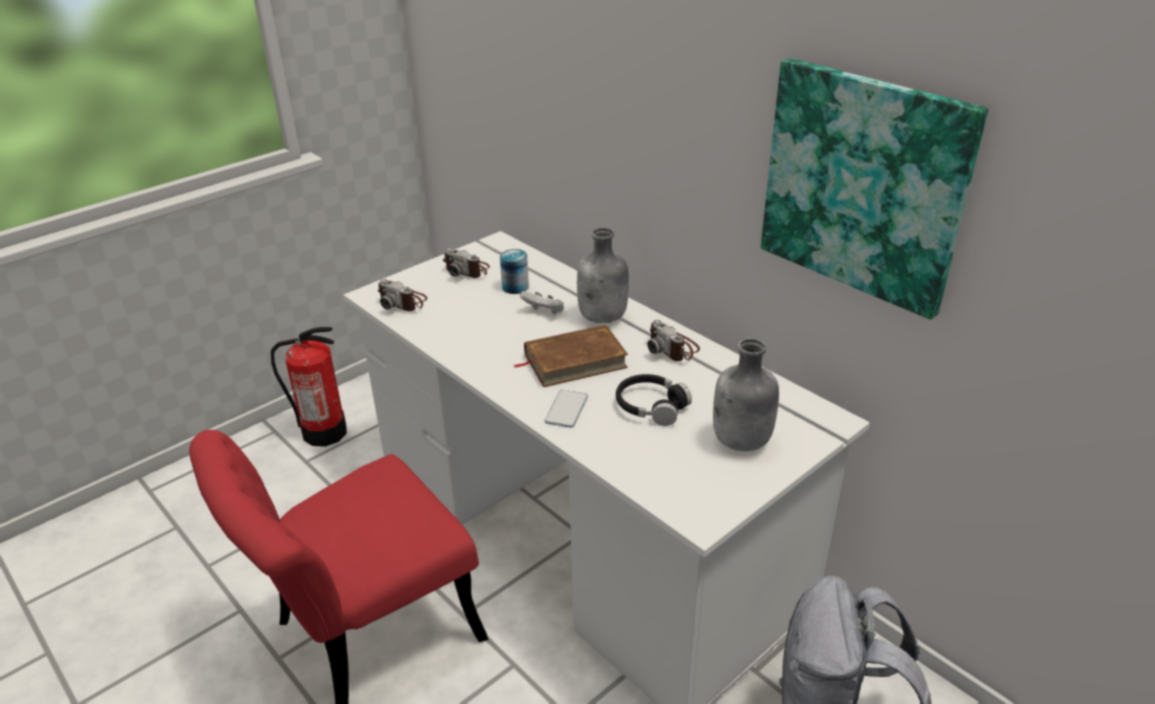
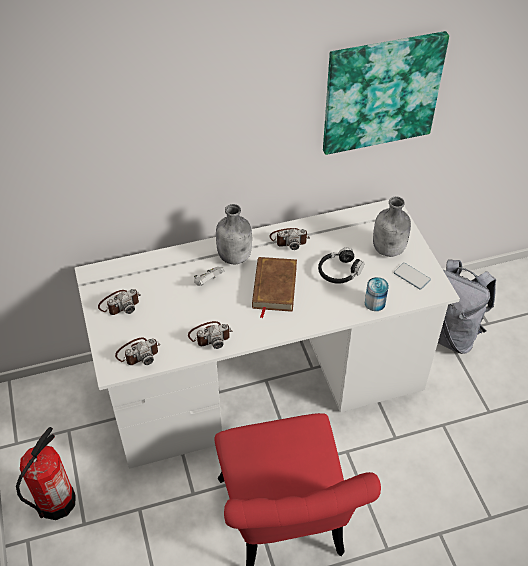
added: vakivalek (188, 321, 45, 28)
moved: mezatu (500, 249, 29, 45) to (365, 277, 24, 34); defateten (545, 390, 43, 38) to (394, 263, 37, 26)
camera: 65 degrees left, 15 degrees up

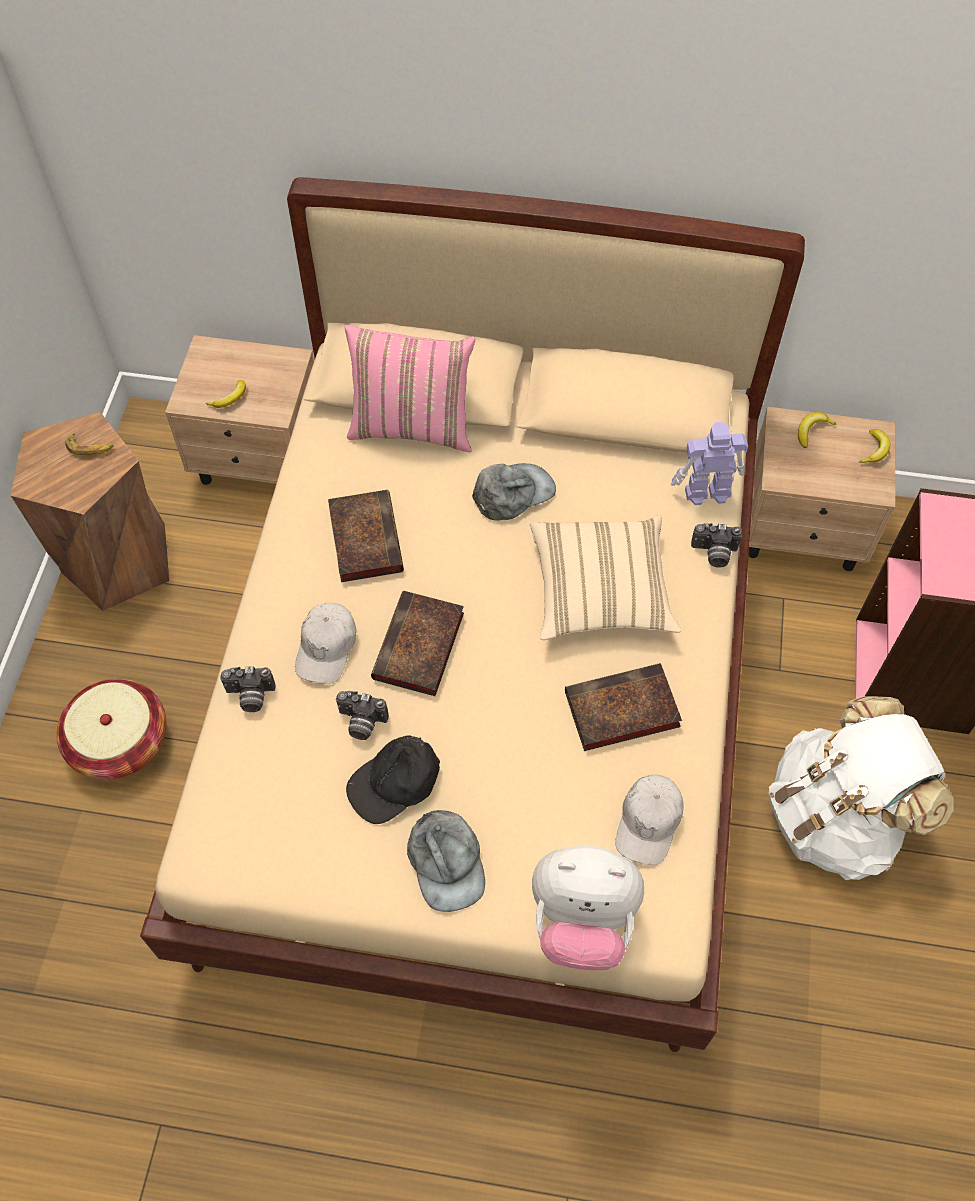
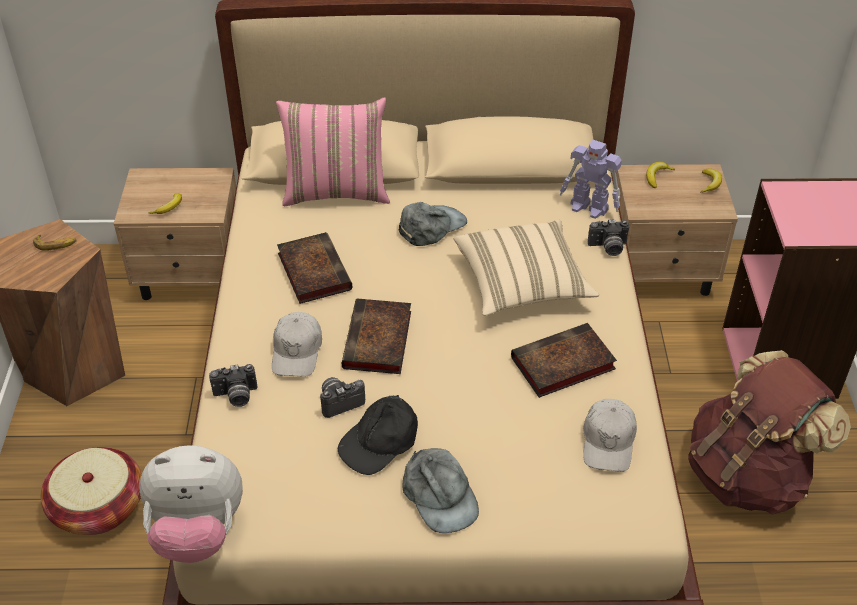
moved: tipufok (532, 845, 112, 125) to (140, 445, 103, 118)
recoloured: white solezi (768, 696, 186, 184) to brown solezi (688, 350, 163, 165)
turned: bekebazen (671, 422, 77, 83) = (560, 140, 62, 79) 135 degrees counterclockwise; vakivalek (336, 691, 53, 49) = (320, 377, 45, 41) 150 degrees clockwise
camera: 10 degrees left, 15 degrees down

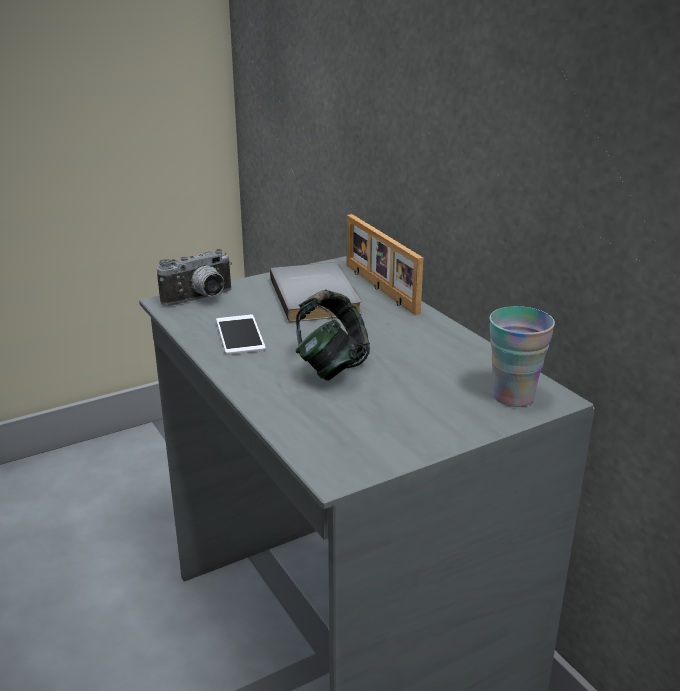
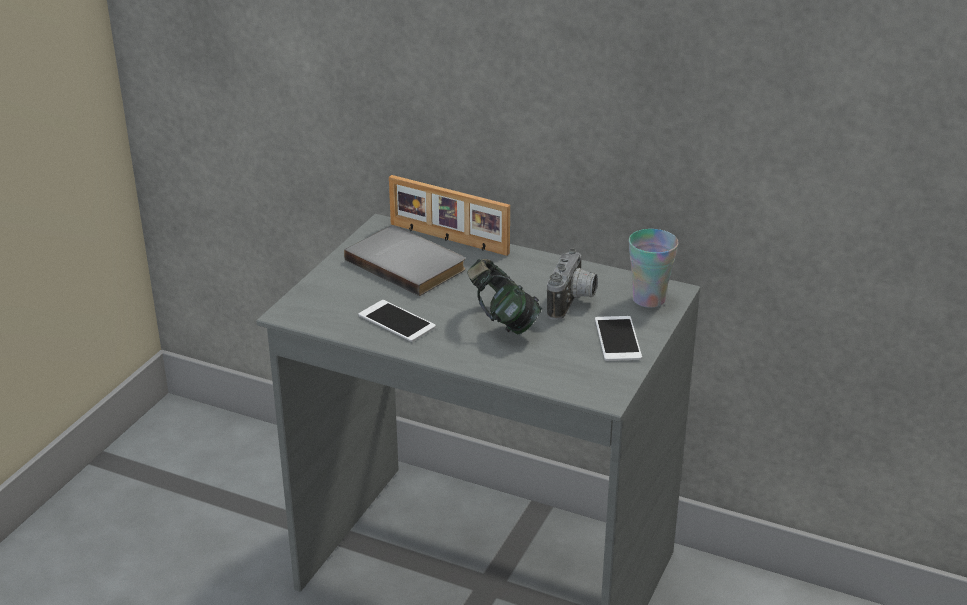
added: defateten (595, 316, 47, 45)
moved: vakivalek (157, 249, 75, 57) to (547, 249, 51, 71)
camera: 35 degrees left, 5 degrees up

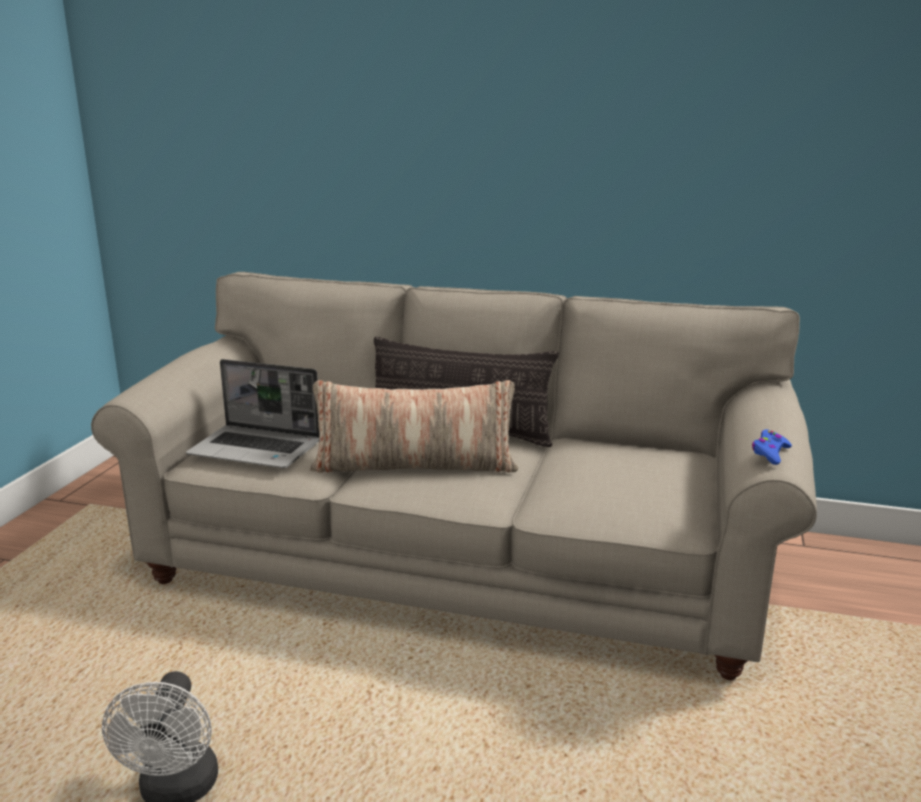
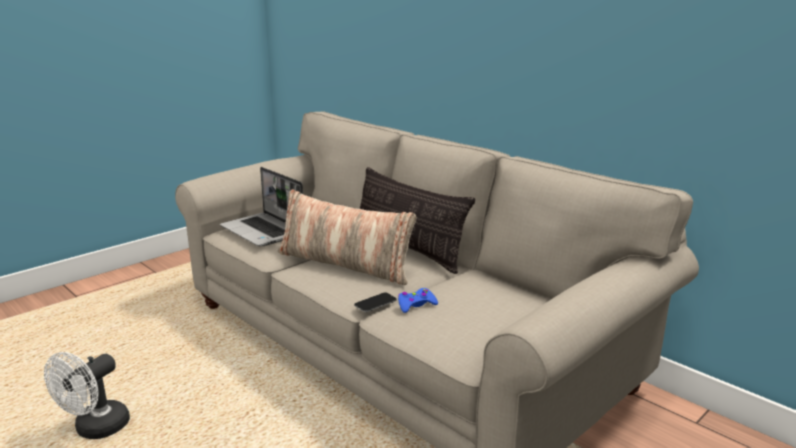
added: defateten (354, 293, 43, 19)
moved: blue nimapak (752, 429, 40, 36) to (398, 288, 40, 25)
camera: 30 degrees right, 0 degrees up

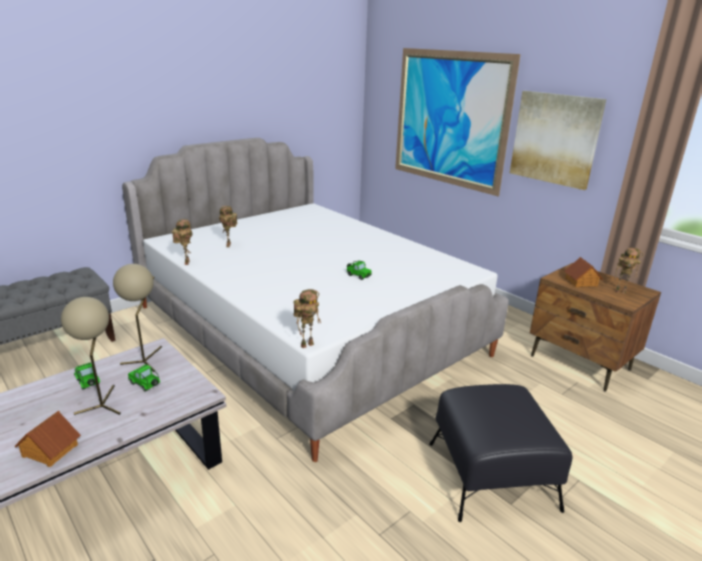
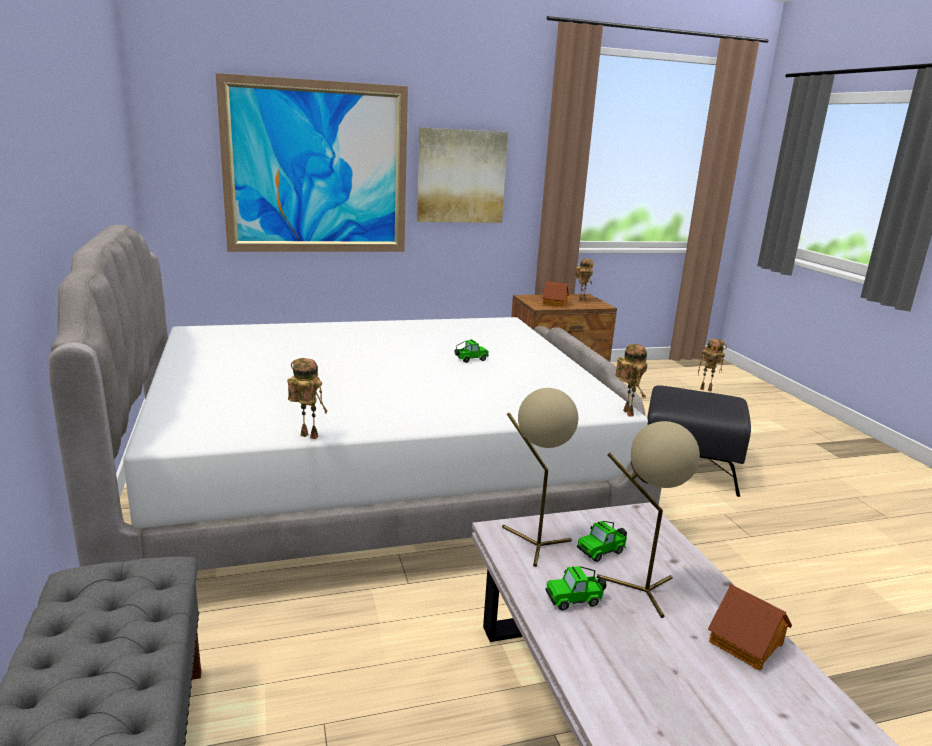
moved: bekebazen (219, 206, 18, 41) to (698, 339, 29, 53)
camera: 65 degrees left, 5 degrees down

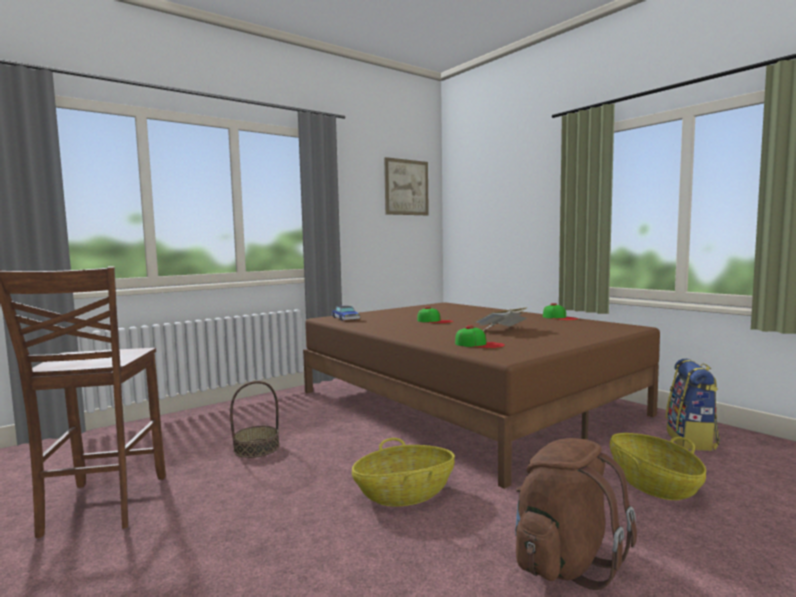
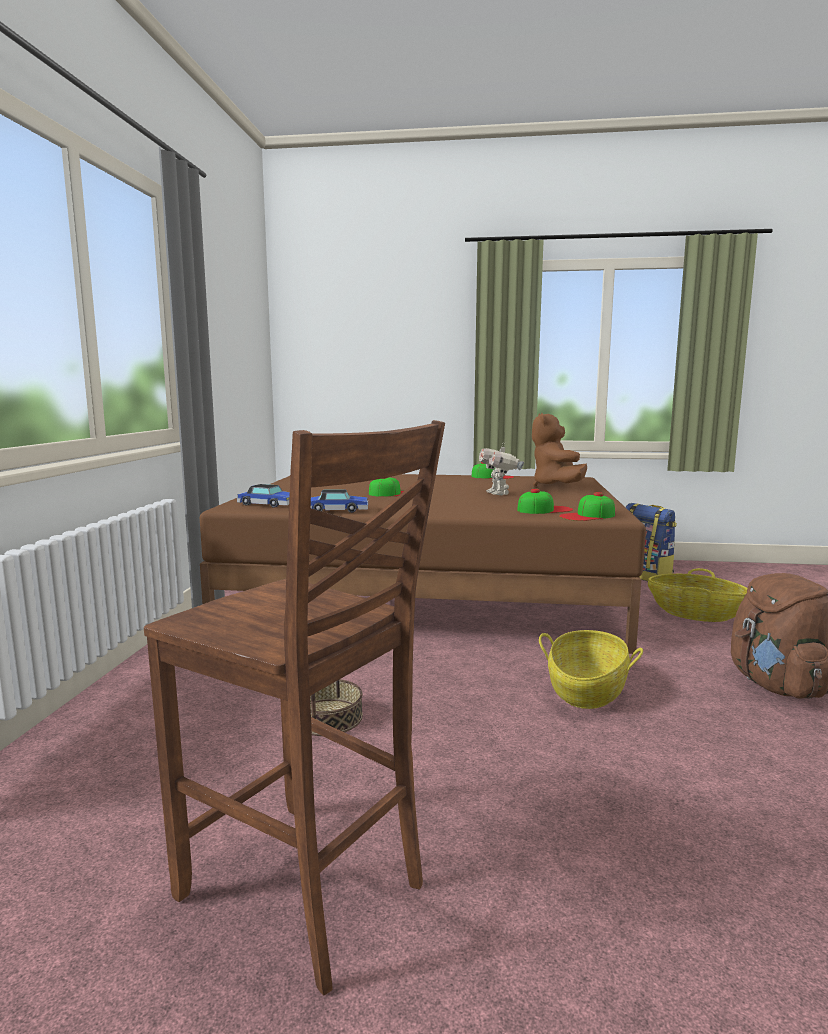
removed: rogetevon (384, 157, 45, 58)
added: brown tipufok (532, 413, 55, 74); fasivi (311, 489, 57, 24); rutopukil (559, 492, 56, 29)
replaced: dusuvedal (475, 308, 52, 22) to bekebazen (479, 442, 45, 53)
camera: 45 degrees left, 5 degrees up

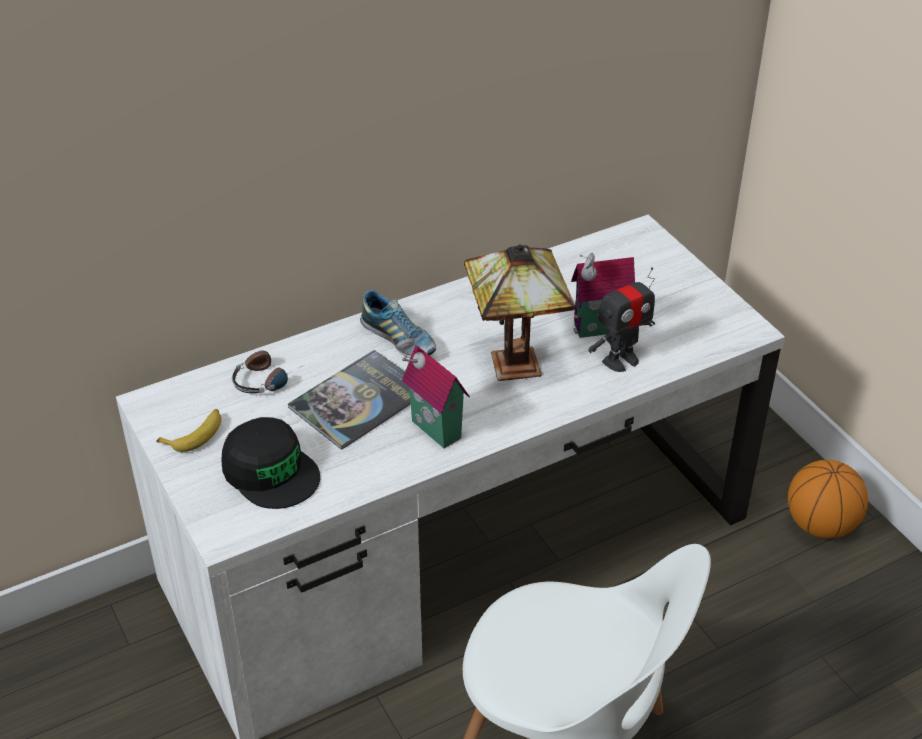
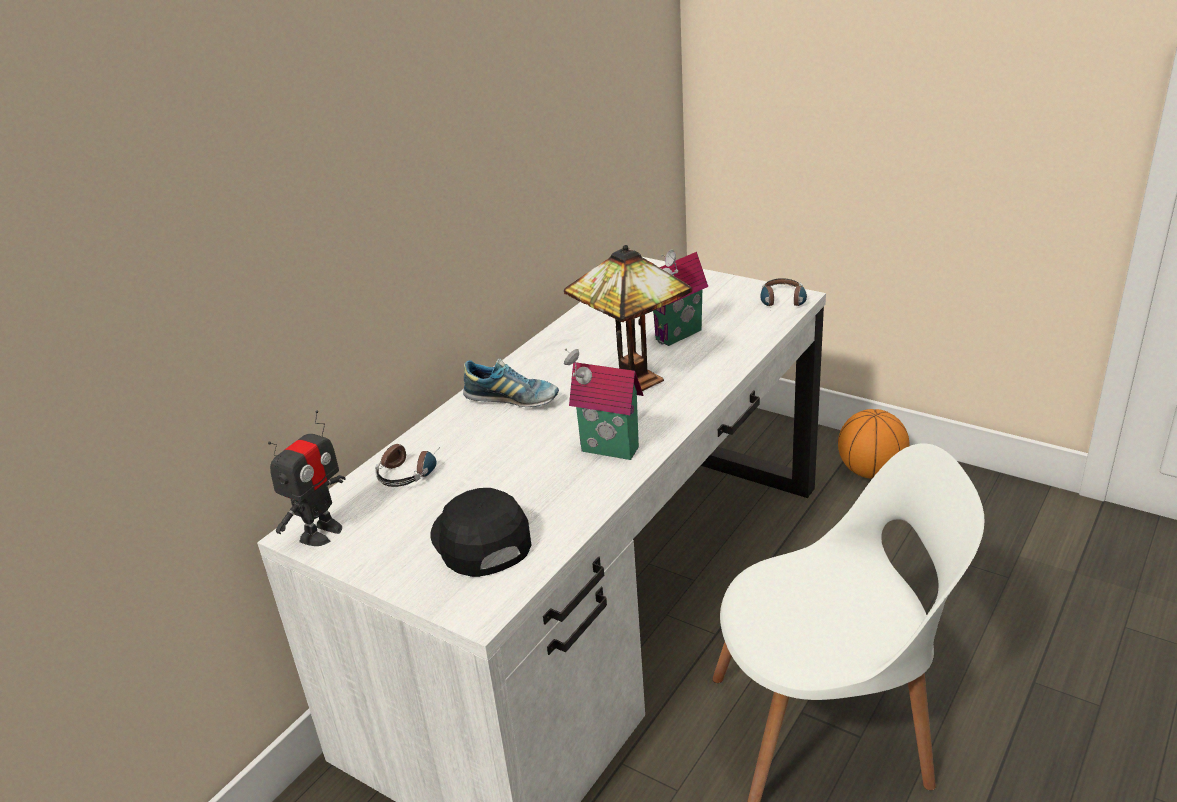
removed: dusuvedal (288, 350, 123, 100); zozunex (156, 409, 66, 43)
added: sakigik (760, 278, 47, 28)
moved: bekebazen (588, 267, 67, 105) to (268, 410, 78, 136)
turned: black rutopukil (221, 417, 99, 92) = (430, 488, 101, 89) 135 degrees counterclockwise
camera: 25 degrees left, 10 degrees down

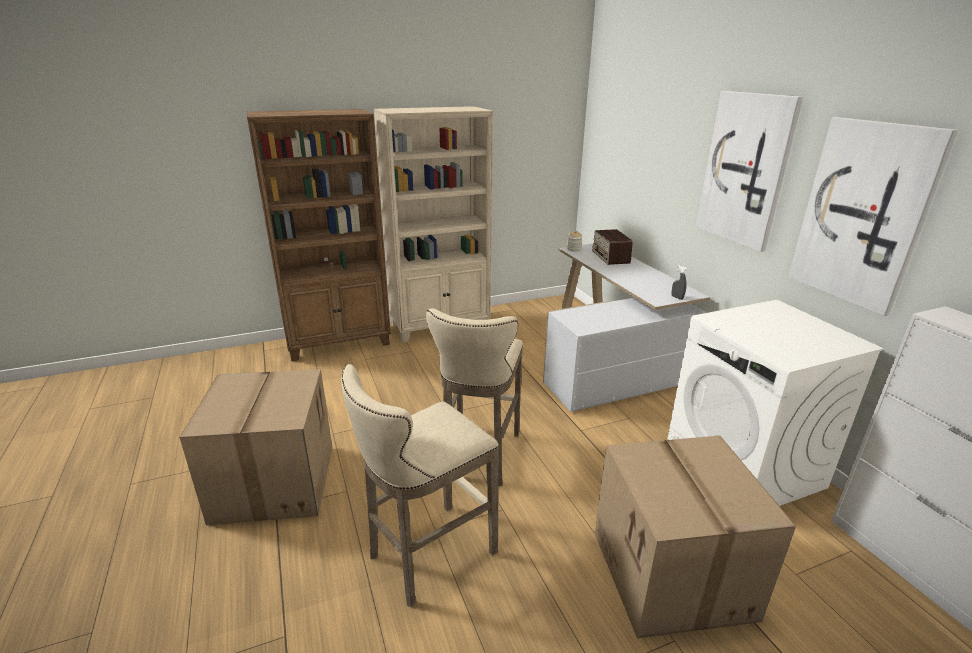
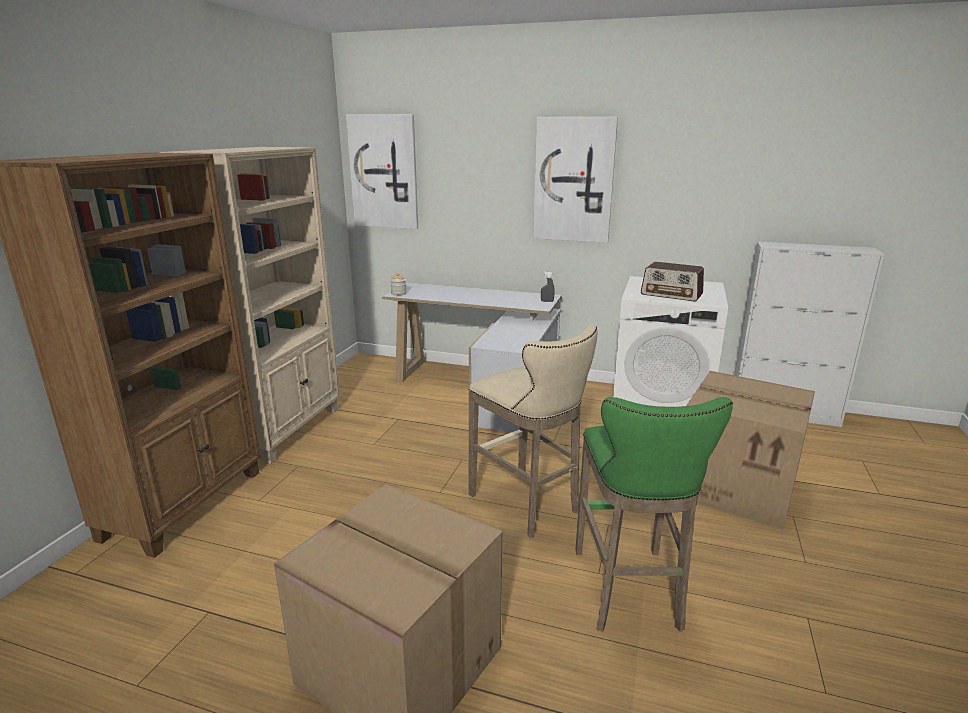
moved: rogetevon (788, 117, 170, 199) to (346, 114, 72, 115); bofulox (592, 229, 41, 36) to (641, 262, 63, 39)
recoloured: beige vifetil (341, 364, 158, 243) to green vifetil (575, 397, 158, 235)
camera: 50 degrees left, 5 degrees down

